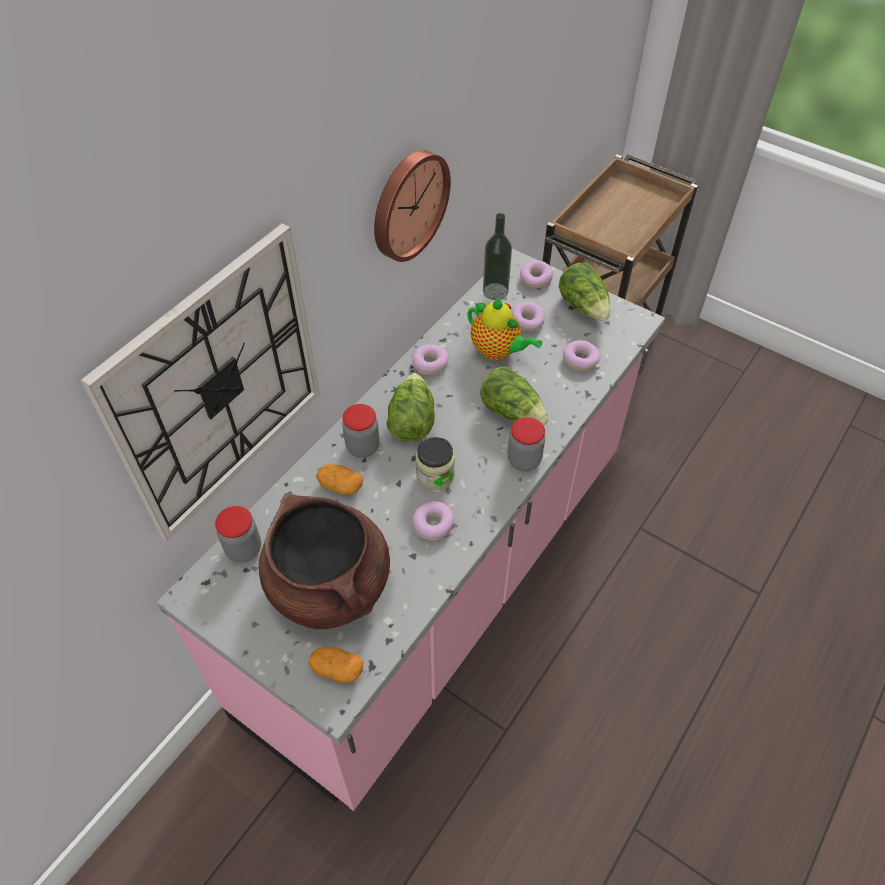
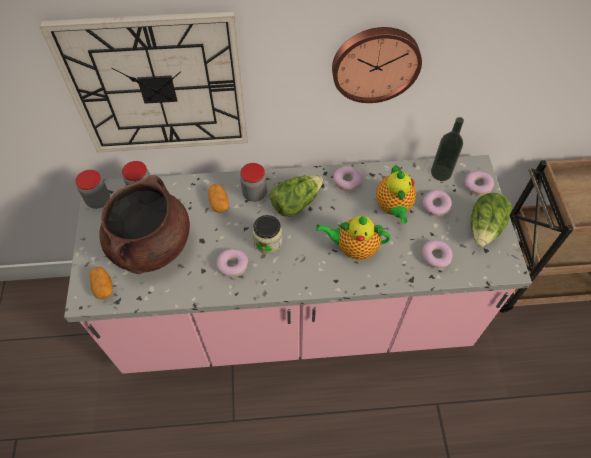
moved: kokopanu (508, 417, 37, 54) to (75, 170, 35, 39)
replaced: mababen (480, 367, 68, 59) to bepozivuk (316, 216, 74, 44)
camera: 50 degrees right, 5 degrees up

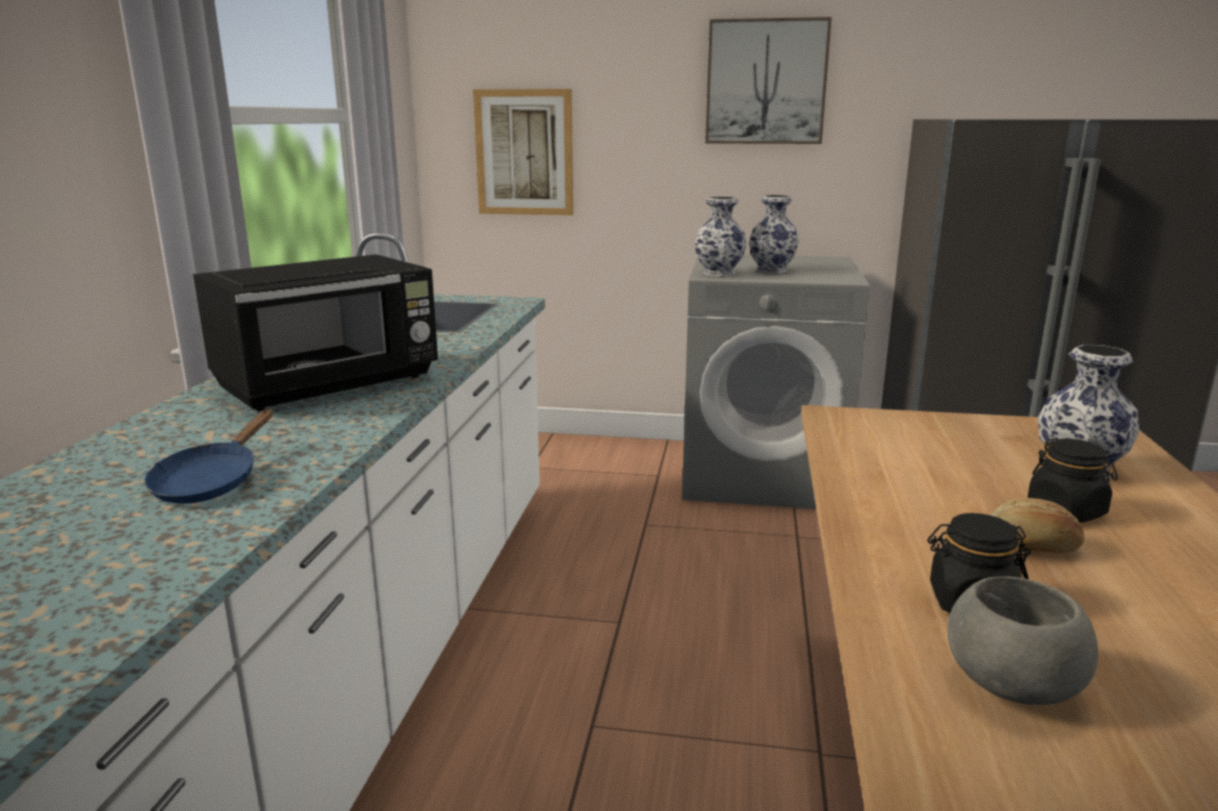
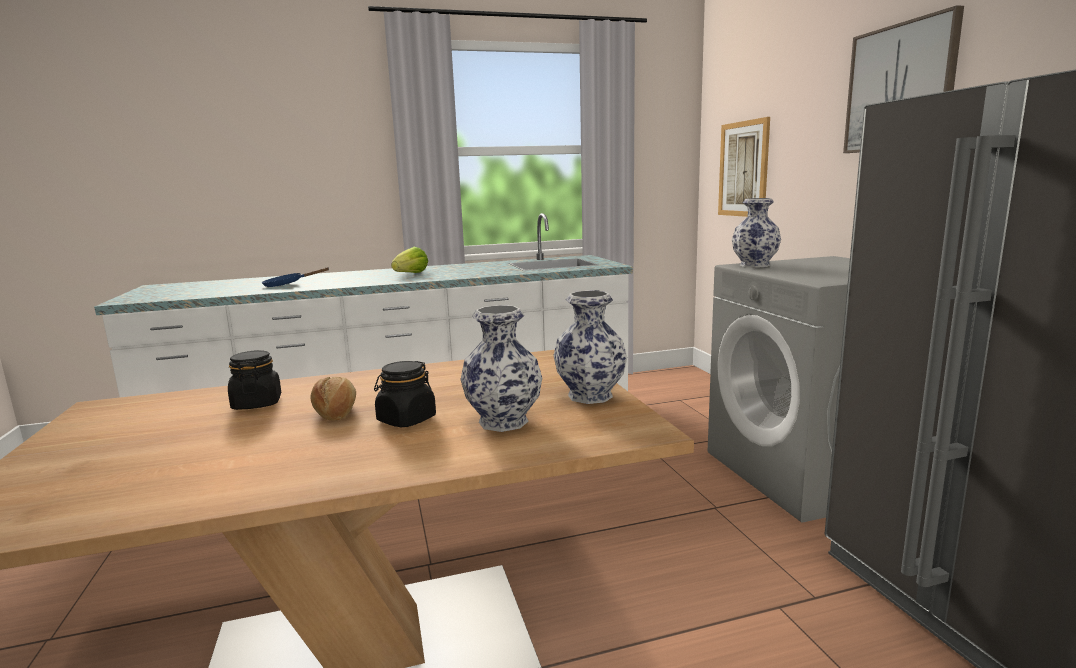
removed: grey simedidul (948, 576, 150, 129)
moved: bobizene (749, 195, 50, 78) to (553, 290, 74, 114)
replaced: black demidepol (193, 254, 245, 157) to mababen (391, 247, 37, 26)
camera: 65 degrees right, 5 degrees down

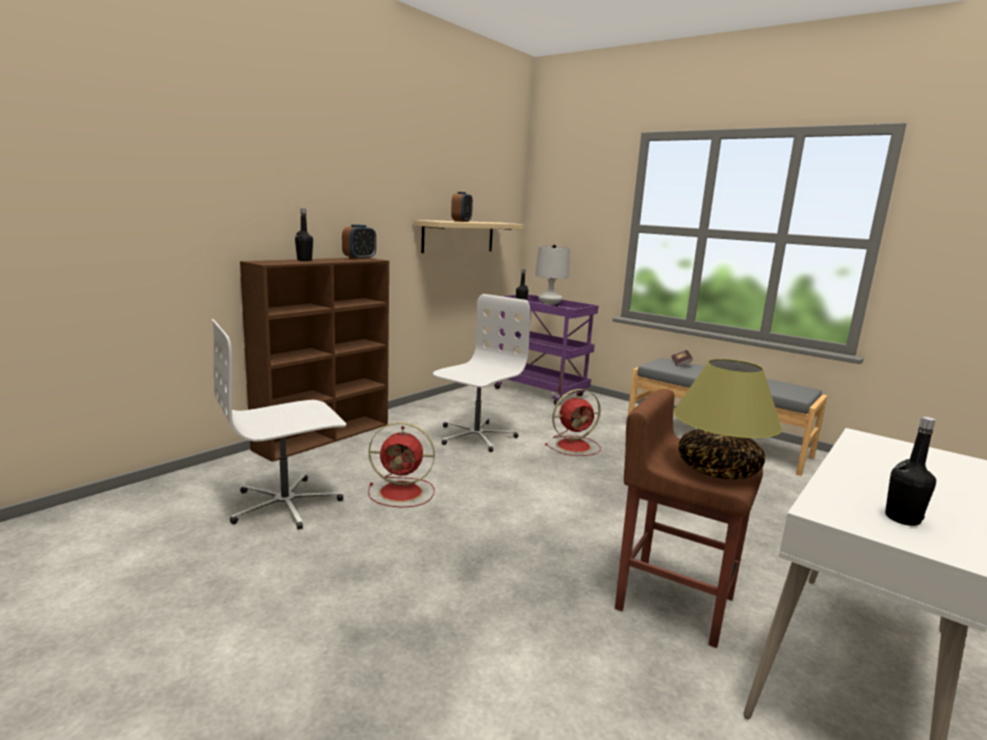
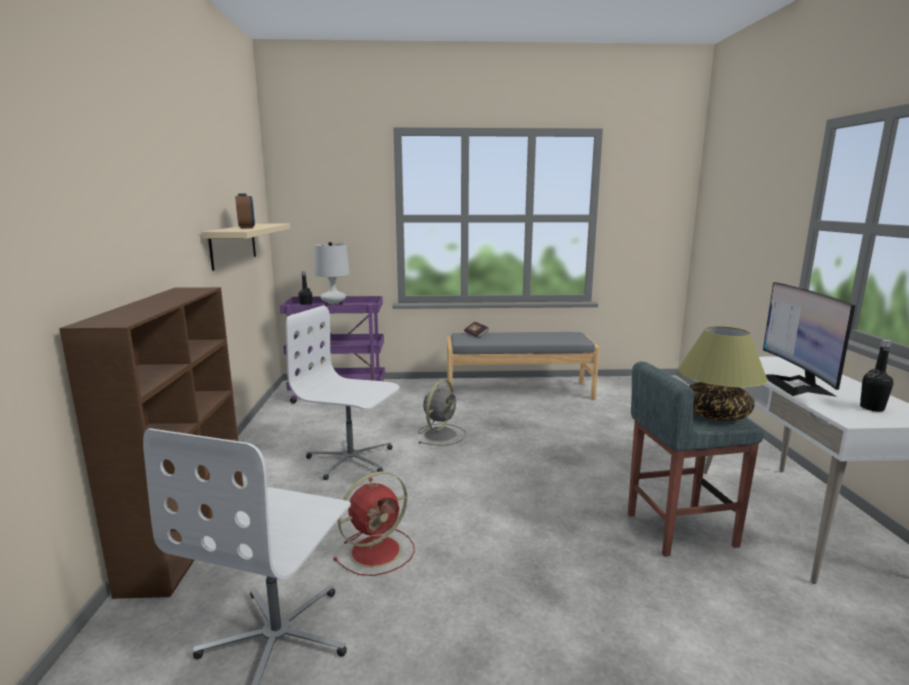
removed: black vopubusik (295, 209, 18, 52); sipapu (342, 225, 34, 35)
added: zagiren (763, 282, 92, 115)
recoloured: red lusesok (545, 389, 56, 67) to grey lusesok (418, 379, 48, 67); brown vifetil (615, 389, 148, 259) to grey vifetil (628, 362, 136, 195)
turned: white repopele (433, 294, 97, 158) = (286, 306, 113, 174) 60 degrees counterclockwise
camera: 40 degrees left, 0 degrees up

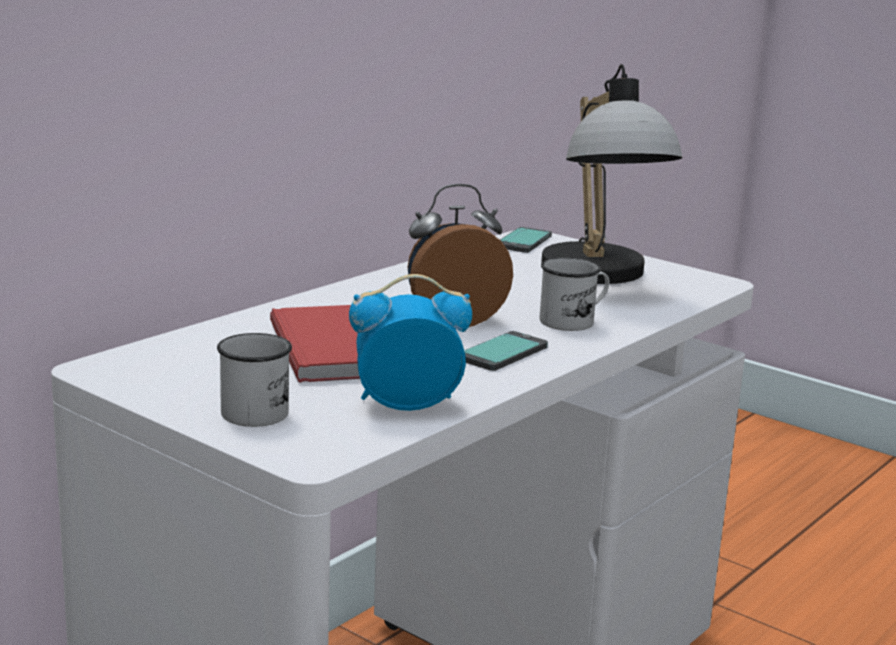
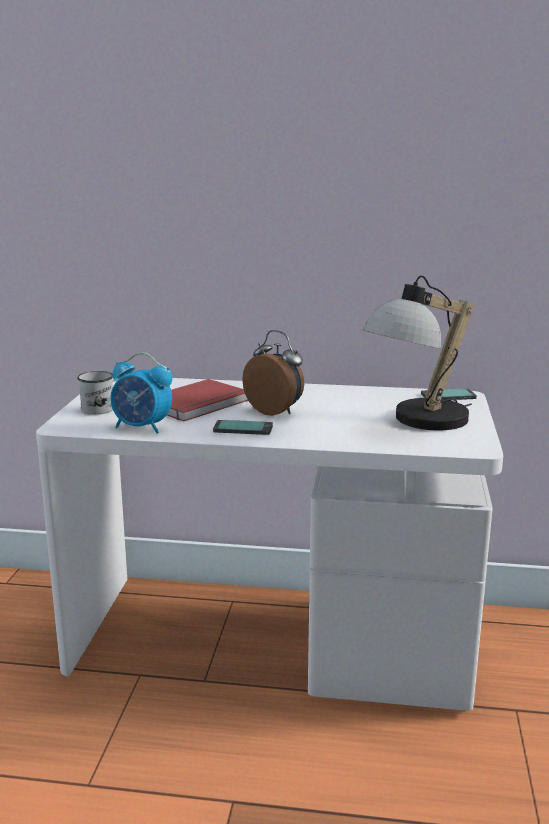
removed: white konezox (540, 257, 70, 74)
turned: sipapu (349, 274, 123, 137) = (110, 352, 62, 82) 150 degrees clockwise
camera: 60 degrees right, 0 degrees up

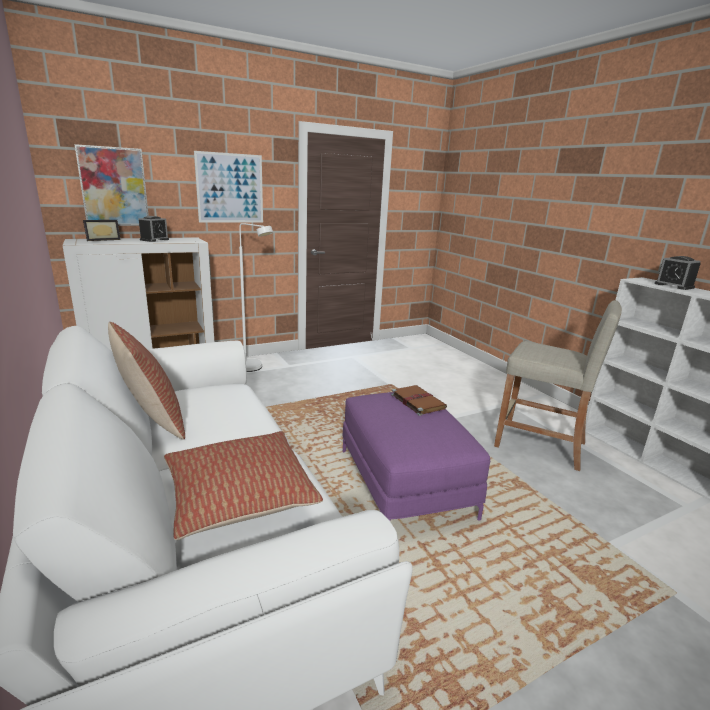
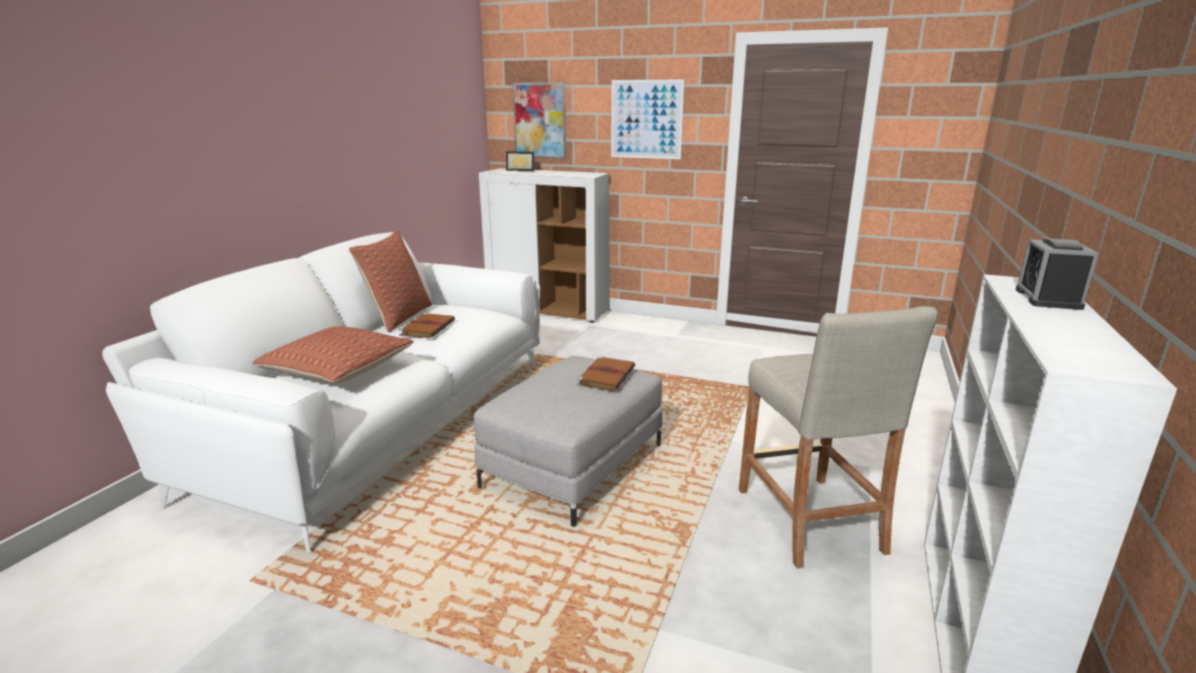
removed: sipapu (138, 216, 31, 26); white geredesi (239, 223, 34, 149)
added: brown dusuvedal (398, 313, 57, 25)
recoloured: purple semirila (343, 392, 147, 129) to grey semirila (474, 356, 188, 171)
camera: 50 degrees right, 0 degrees up

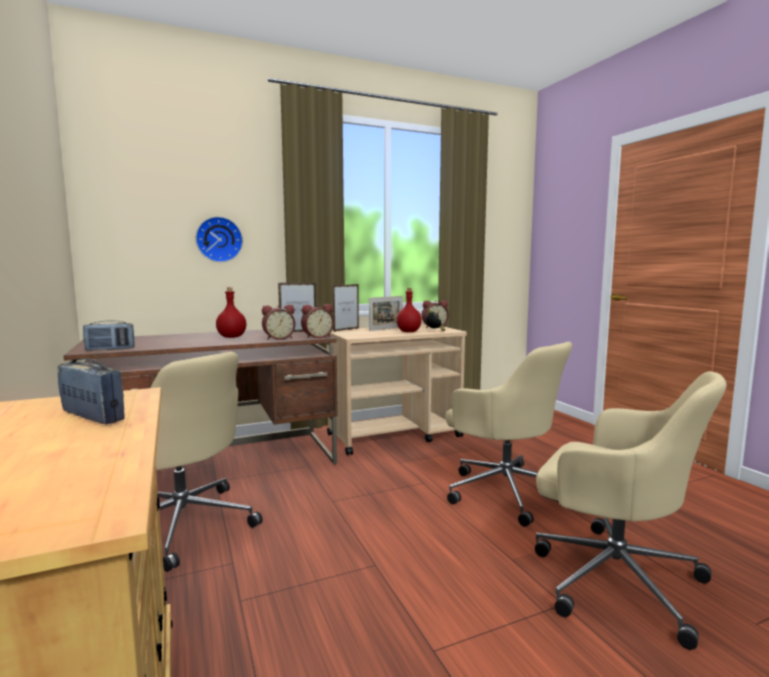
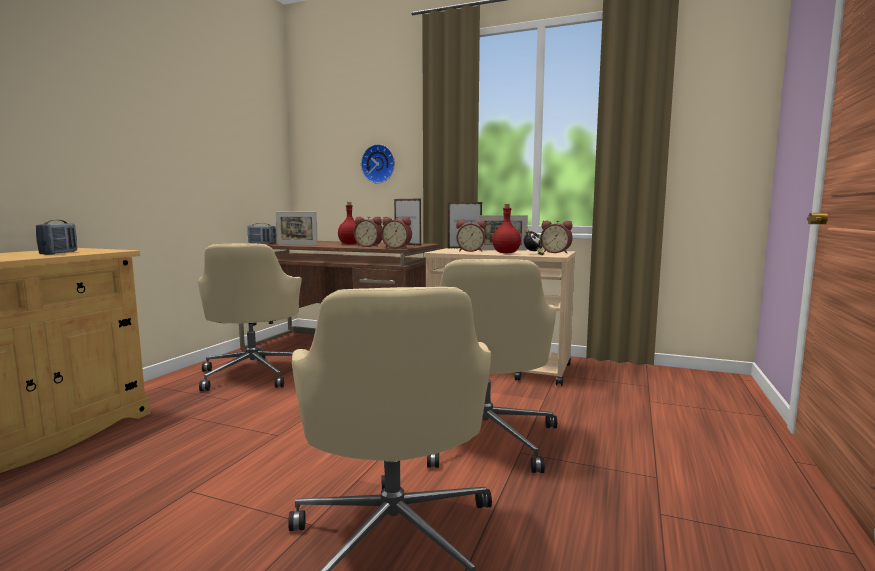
added: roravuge (276, 212, 42, 33); sipapu (456, 220, 30, 32)
camera: 45 degrees right, 0 degrees up

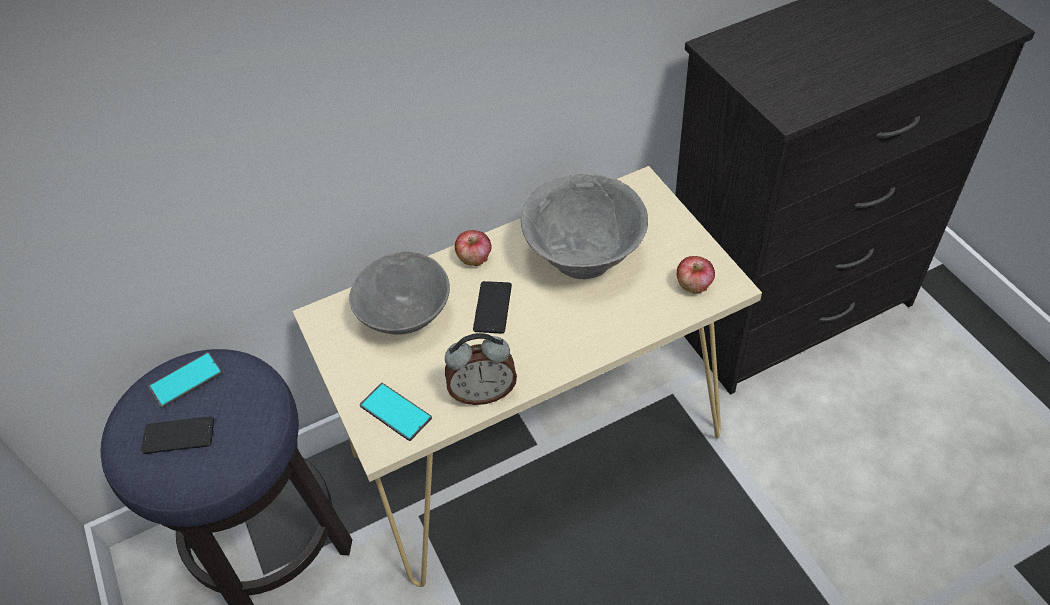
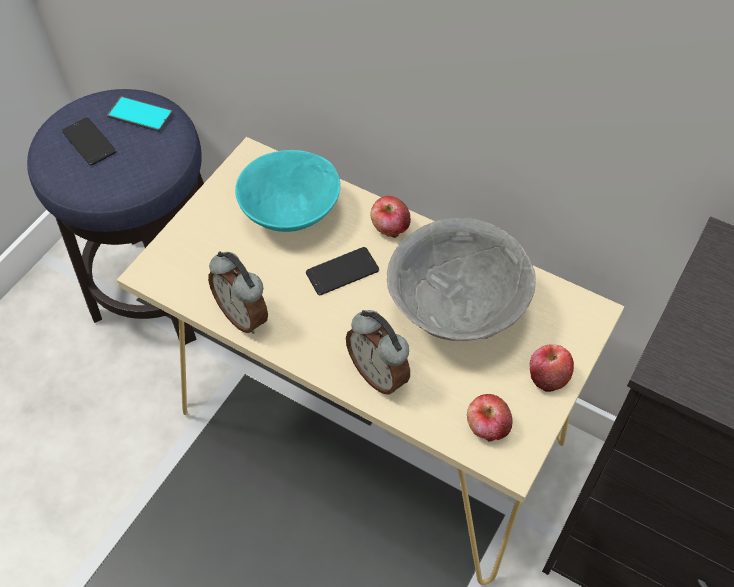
removed: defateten (360, 383, 72, 58)
added: sipapu (346, 310, 64, 85); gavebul (530, 344, 44, 48)
recoloured: grey simedidul (349, 251, 101, 84) to turquoise simedidul (235, 150, 105, 82)
camera: 55 degrees right, 5 degrees up

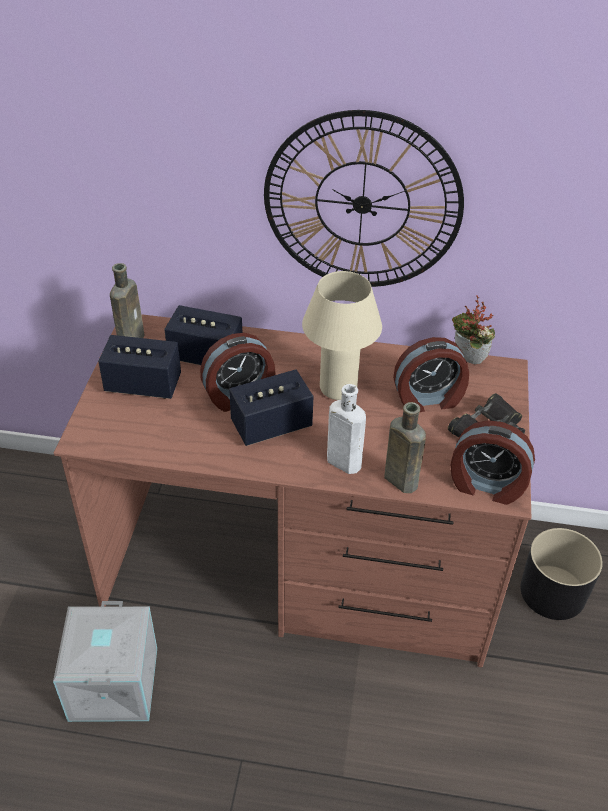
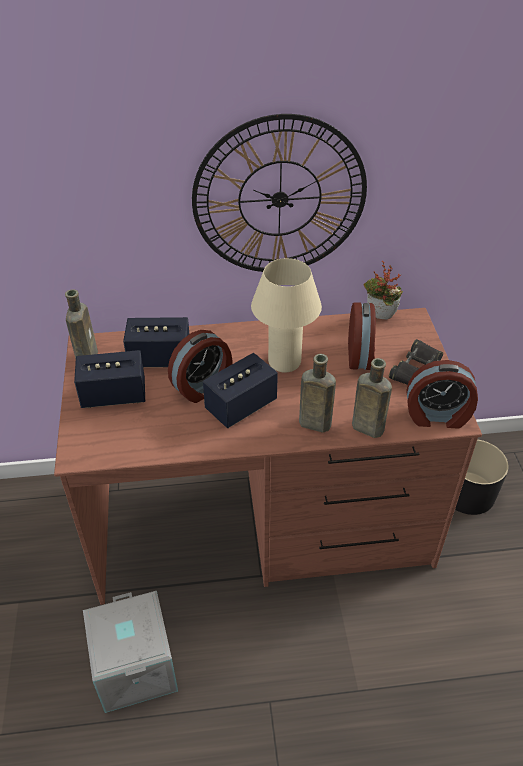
recoloured: white vopubusik (327, 384, 39, 90) to brown vopubusik (299, 354, 37, 79)
turned: sipapu (393, 337, 76, 75) = (348, 302, 28, 68) 60 degrees counterclockwise
camera: 15 degrees left, 0 degrees up

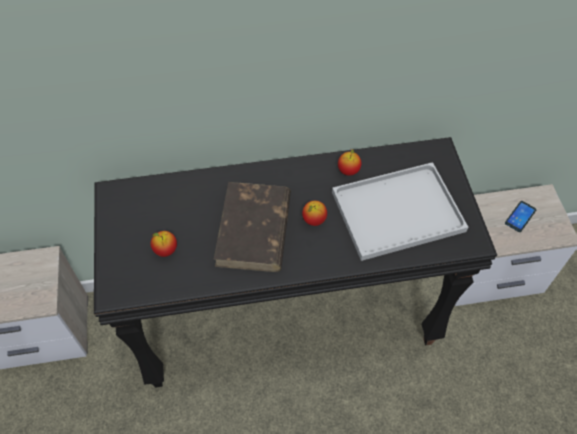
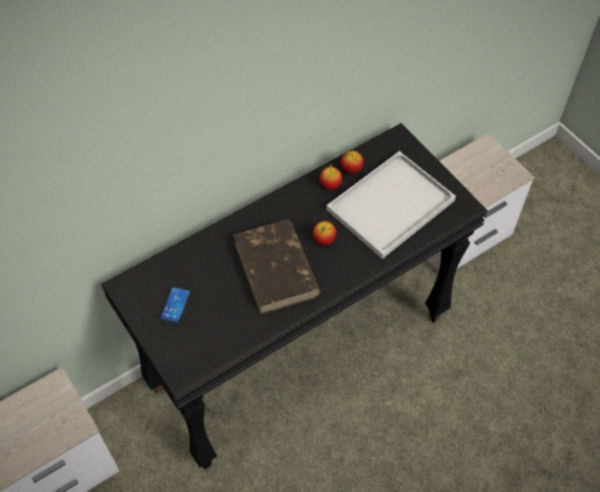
moved: defateten (505, 201, 31, 31) to (159, 285, 33, 41); gavebul (151, 231, 26, 26) to (341, 151, 22, 23)
camera: 25 degrees left, 0 degrees up

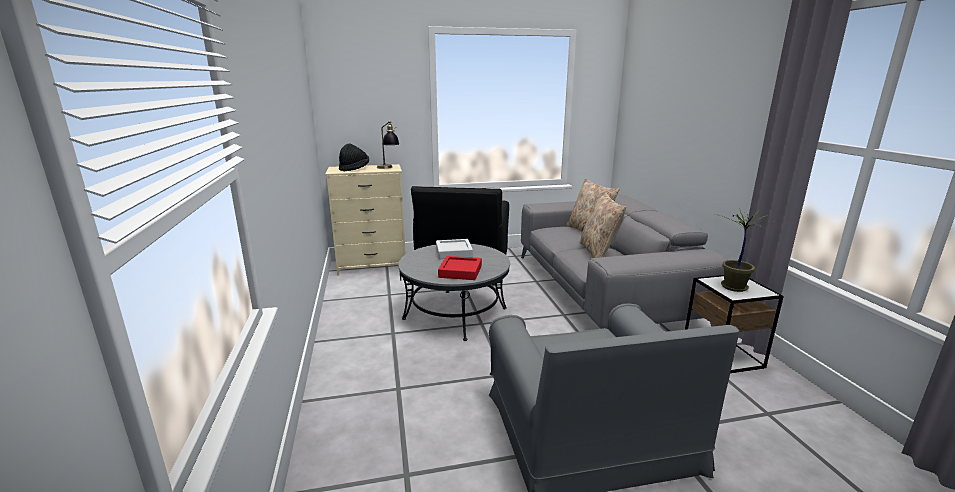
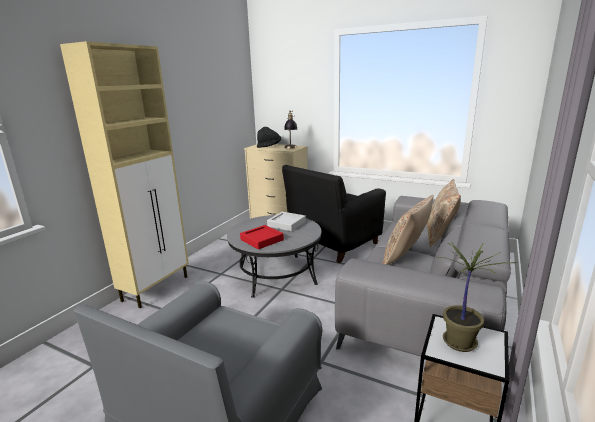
added: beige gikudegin (60, 41, 129, 267)
camera: 40 degrees right, 0 degrees up

